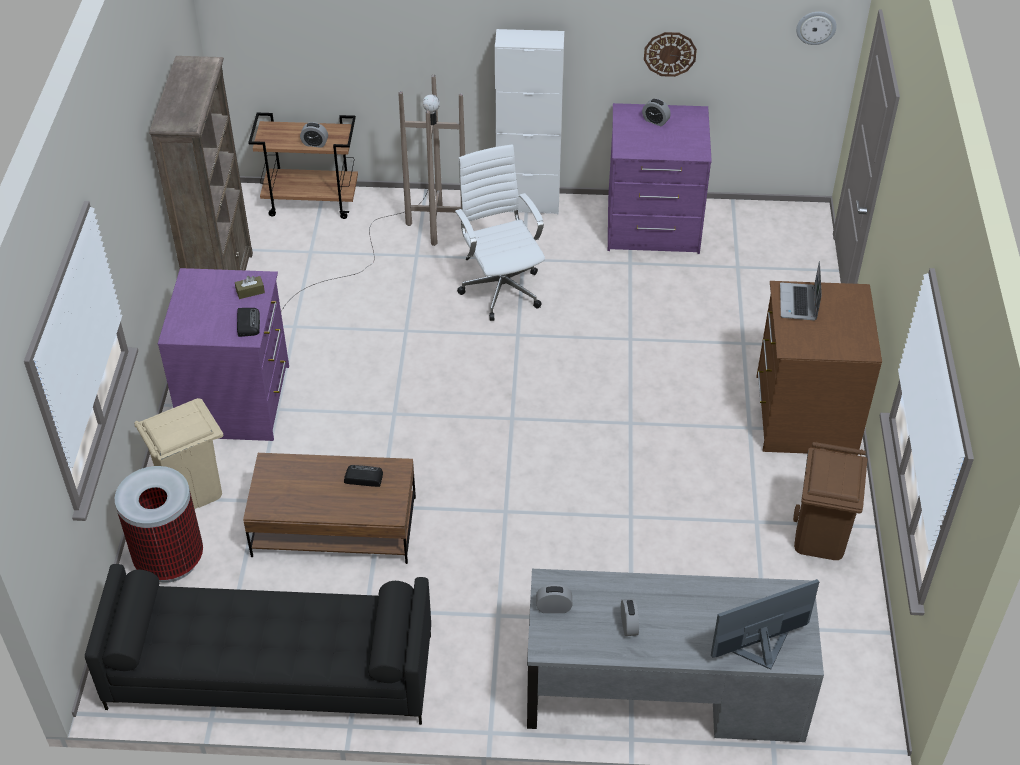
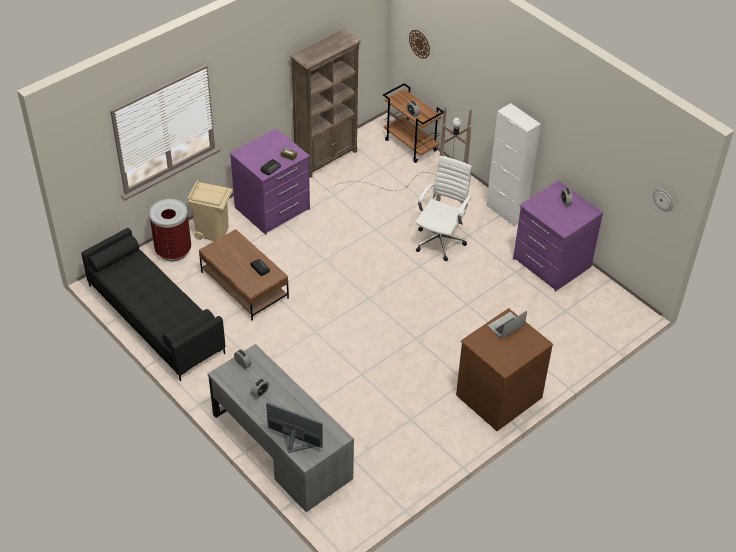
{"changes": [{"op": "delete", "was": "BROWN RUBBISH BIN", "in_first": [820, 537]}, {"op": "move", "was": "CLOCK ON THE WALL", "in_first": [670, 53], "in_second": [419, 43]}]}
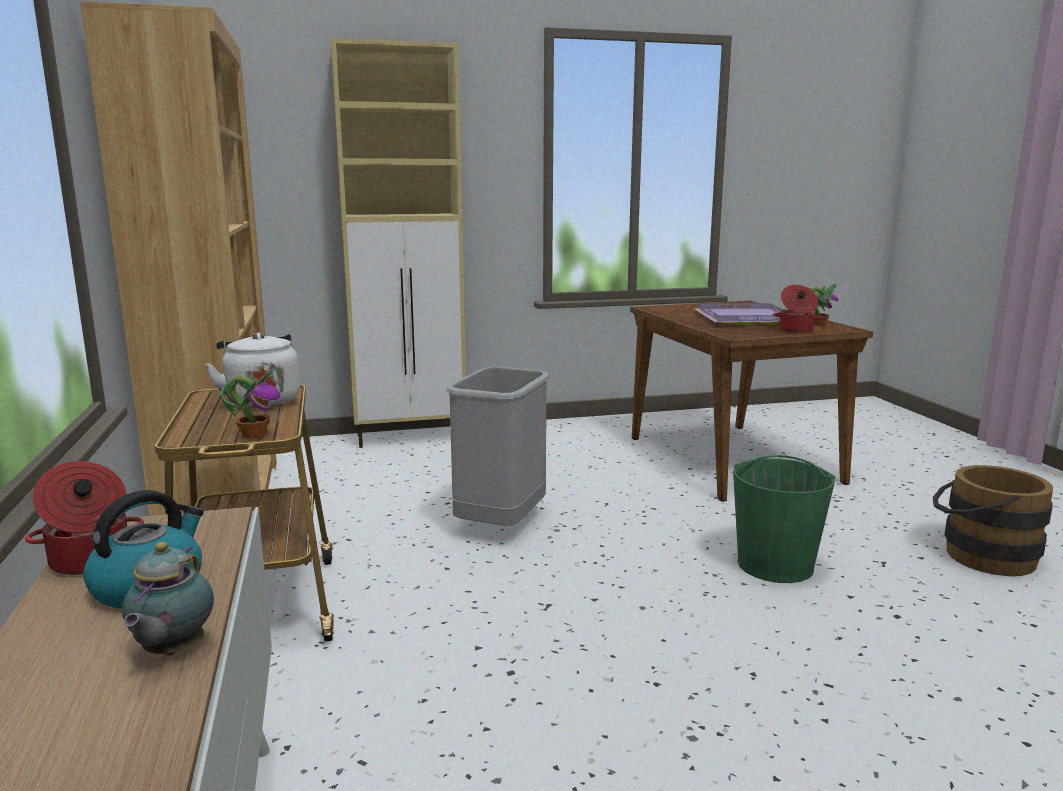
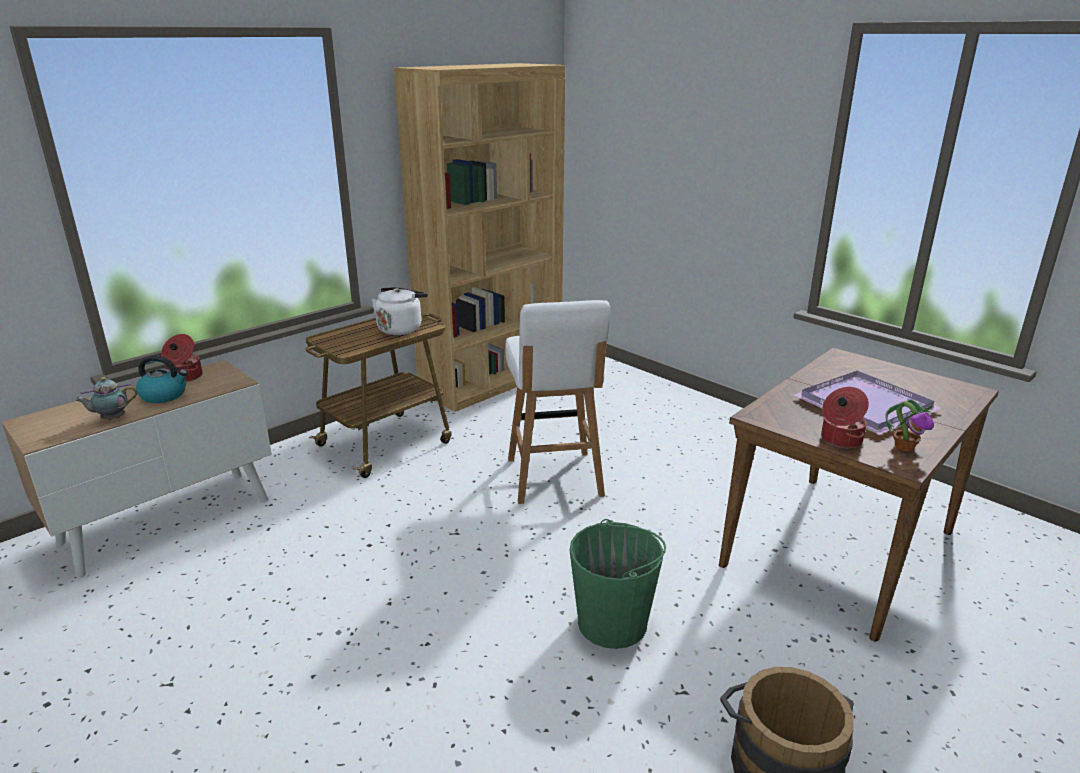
{"changes": [{"op": "delete", "was": "HOUSEPLANT", "in_first": [254, 434]}, {"op": "delete", "was": "SAND-COLOURED STORAGE CABINET", "in_first": [411, 437]}, {"op": "replace", "was": "GREYISH RUBBISH BIN", "now": "WHITE-COLOURED STOOL SEAT", "in_first": [502, 525], "in_second": [554, 478]}]}
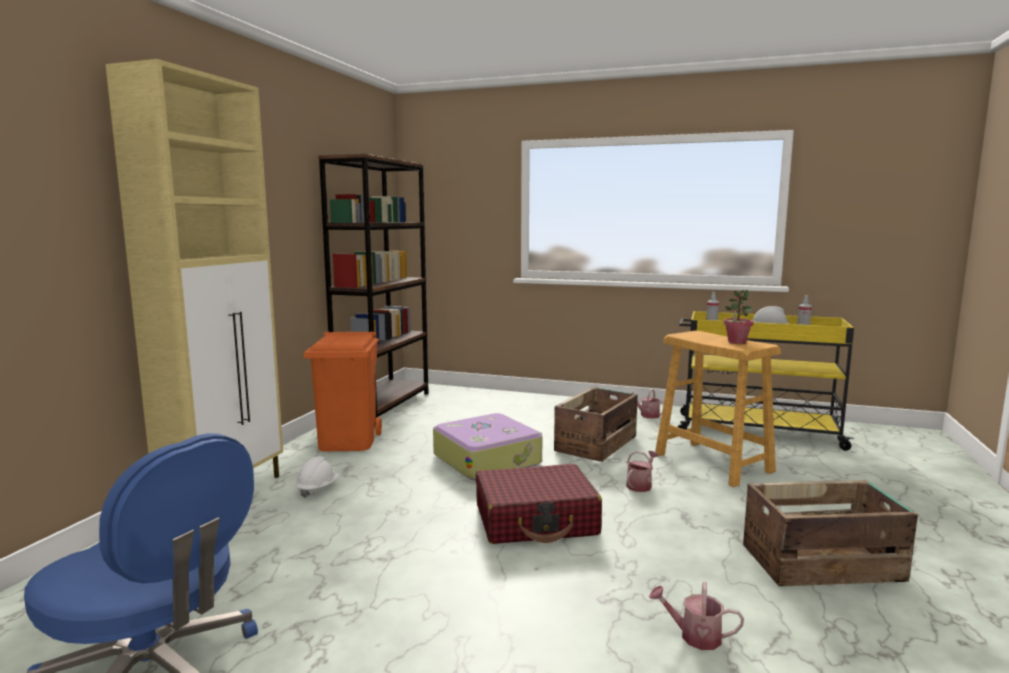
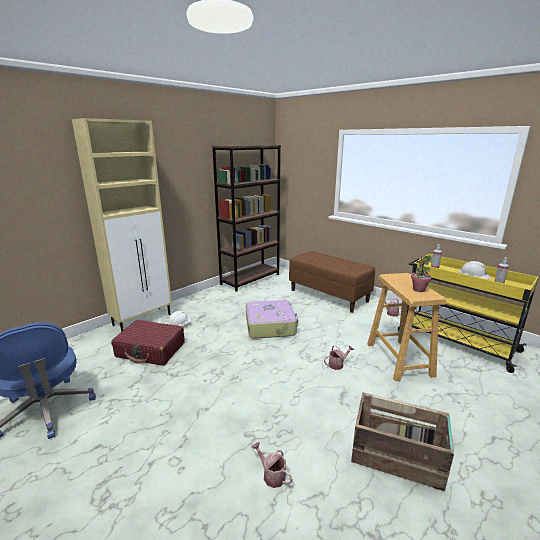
{"changes": [{"op": "delete", "was": "ORANGEY RUBBISH BIN", "in_first": [348, 441]}, {"op": "delete", "was": "PACKING CRATE", "in_first": [597, 444]}, {"op": "insert", "now": "BROWN INDOOR BENCH", "in_second": [329, 295]}, {"op": "move", "was": "RED-COLOURED TRAVEL CASE", "in_first": [536, 520], "in_second": [151, 350]}]}
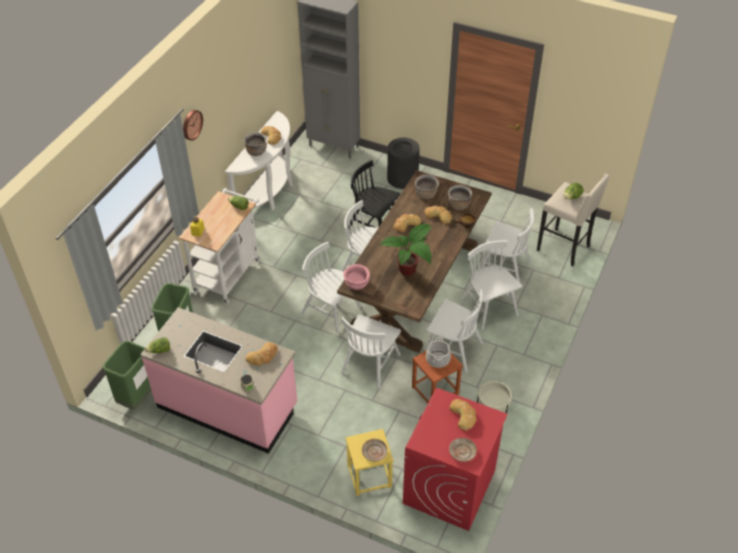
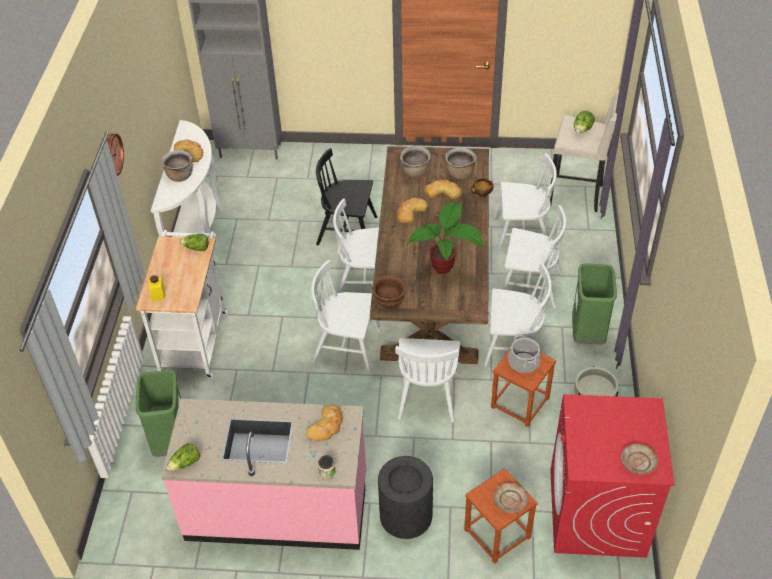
{"changes": [{"op": "delete", "was": "BAKED BREAD", "in_first": [463, 415]}, {"op": "move", "was": "GREEN RUBBISH BIN", "in_first": [137, 398], "in_second": [587, 335]}, {"op": "move", "was": "BLACK RUBBISH BIN", "in_first": [402, 178], "in_second": [406, 515]}, {"op": "recolor", "was": "PINK-COLOURED BOWL", "now": "BROWN BOWL", "in_first": [357, 283], "in_second": [389, 299]}, {"op": "recolor", "was": "YELLOW-COLOURED STOOL SEAT", "now": "BROWN STOOL SEAT", "in_first": [369, 476], "in_second": [497, 534]}, {"op": "rotate", "was": "WHITE-COLOURED CHAIR", "in_first": [488, 307], "in_second": [529, 286], "clockwise": 150}]}
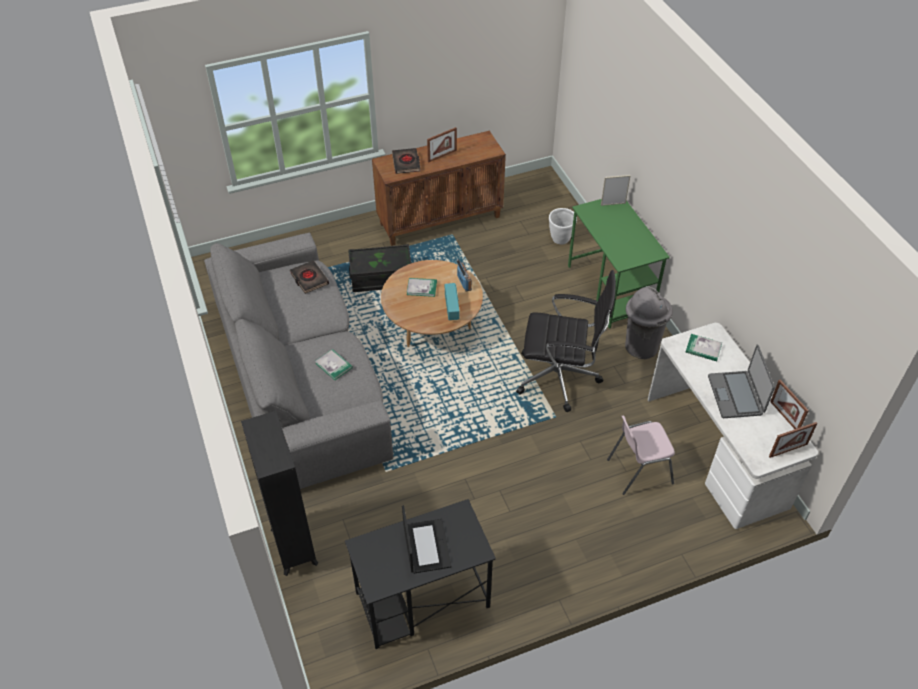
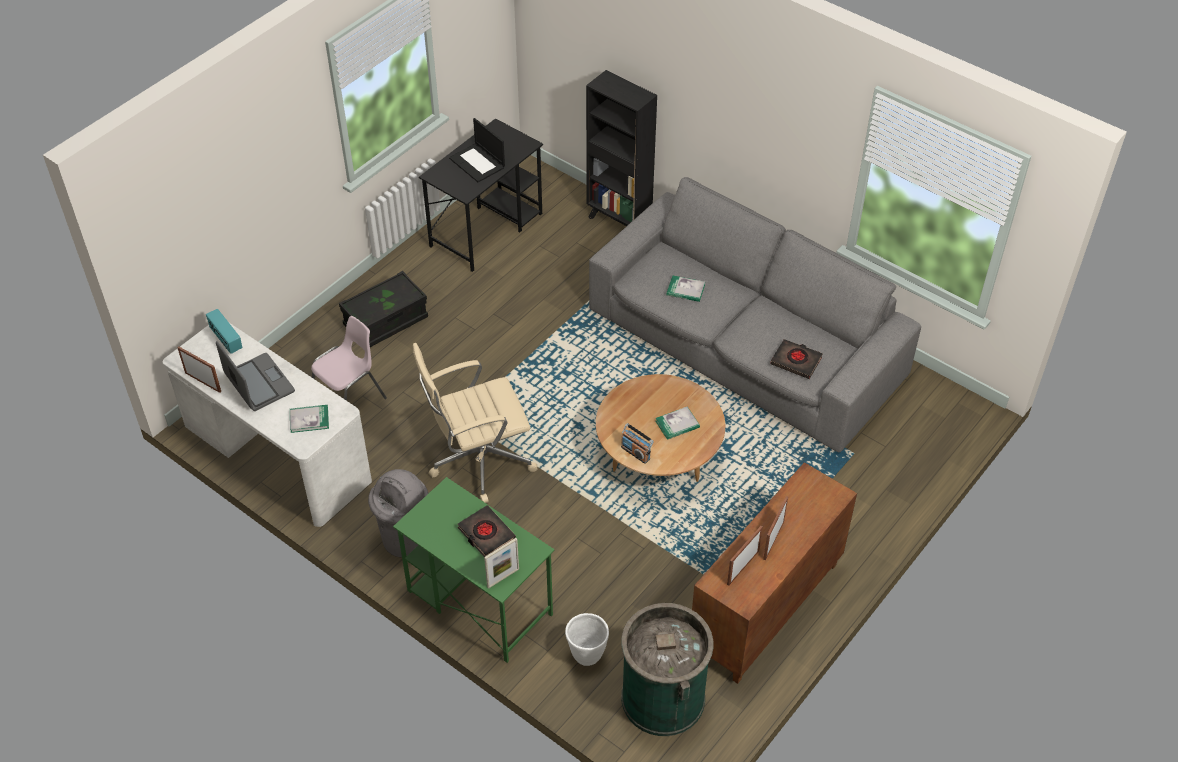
{"changes": [{"op": "insert", "now": "GREEN RUBBISH BIN", "in_second": [663, 698]}, {"op": "move", "was": "BLACK STORAGE BOX", "in_first": [381, 278], "in_second": [386, 322]}, {"op": "move", "was": "BLACK BOUND BOOK", "in_first": [406, 163], "in_second": [486, 534]}, {"op": "move", "was": "RADIO RECEIVER", "in_first": [452, 308], "in_second": [226, 340]}, {"op": "move", "was": "PICTURE FRAME", "in_first": [788, 450], "in_second": [743, 568]}, {"op": "recolor", "was": "BLACK OFFICE CHAIR", "now": "SAND-COLOURED OFFICE CHAIR", "in_first": [560, 377], "in_second": [478, 460]}]}
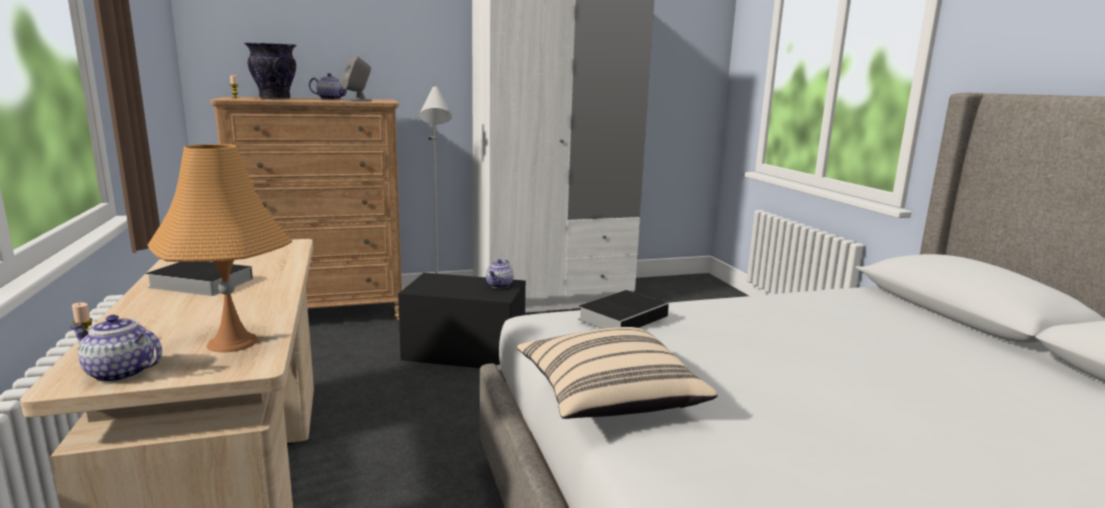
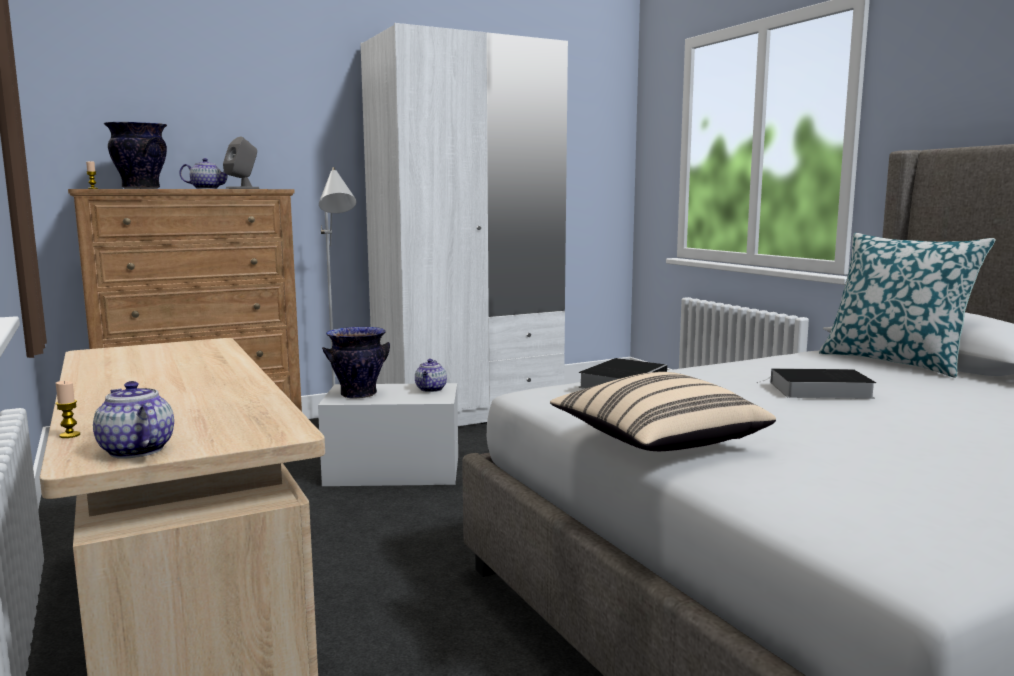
{"changes": [{"op": "delete", "was": "ORANGEY LAMP FOR A TABLE", "in_first": [232, 342]}, {"op": "insert", "now": "VASE", "in_second": [358, 394]}, {"op": "insert", "now": "PILLOW", "in_second": [895, 362]}, {"op": "move", "was": "BOUND BOOK", "in_first": [198, 283], "in_second": [817, 390]}, {"op": "recolor", "was": "BLACK STORAGE BOX", "now": "WHITE-COLOURED STORAGE BOX", "in_first": [465, 351], "in_second": [394, 470]}, {"op": "rotate", "was": "TEA POT", "in_first": [119, 373], "in_second": [135, 450], "clockwise": 45}]}
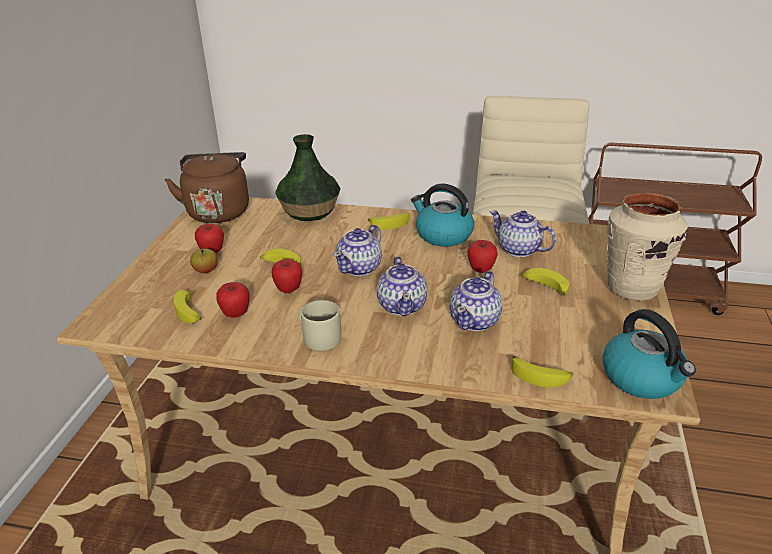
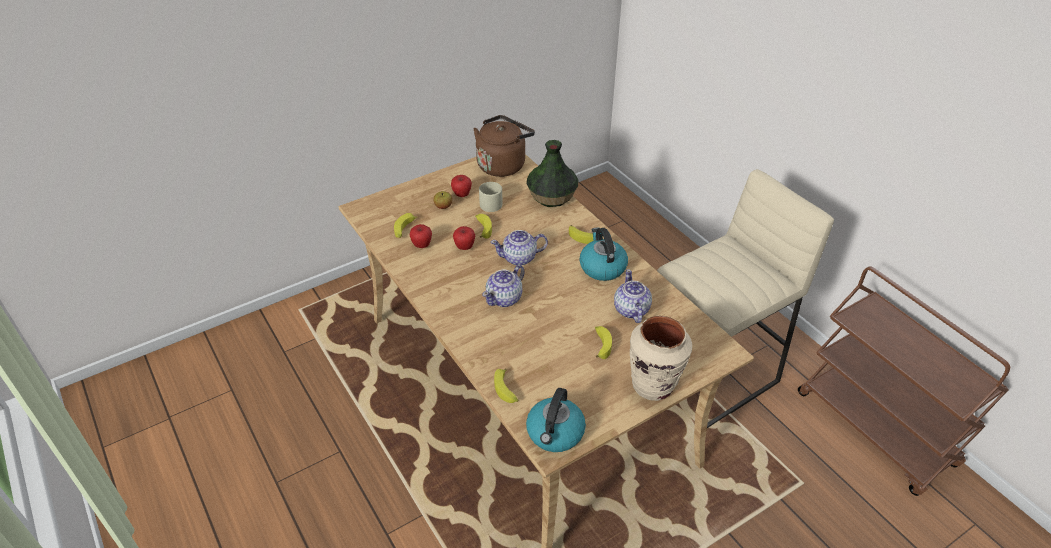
{"changes": [{"op": "delete", "was": "TEA POT", "in_first": [475, 320]}, {"op": "delete", "was": "WHOLE APPLE", "in_first": [481, 270]}, {"op": "move", "was": "SAND-COLOURED COFFEE MUG", "in_first": [318, 336], "in_second": [490, 203]}]}
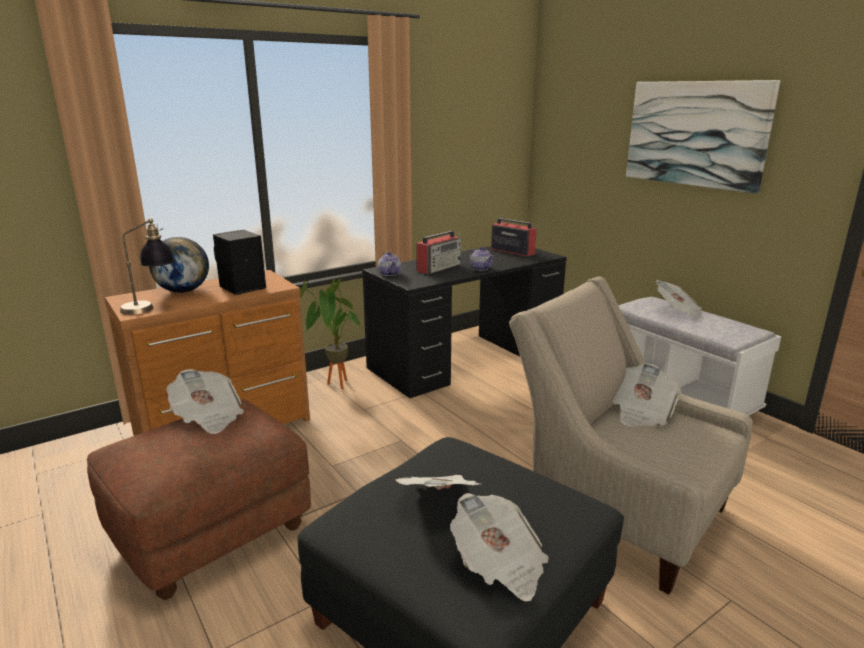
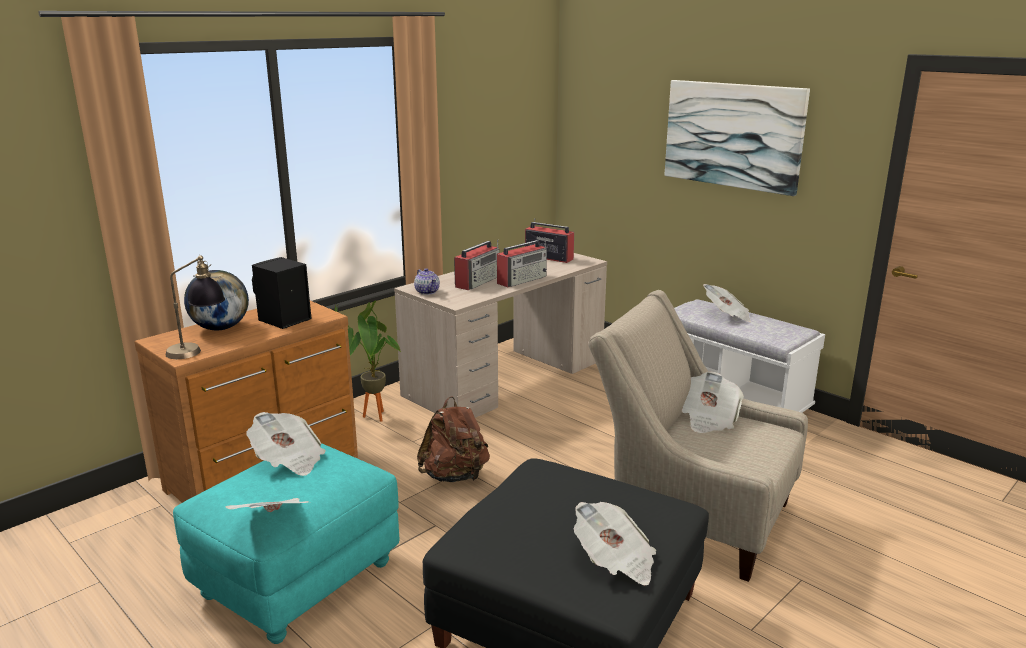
{"changes": [{"op": "insert", "now": "BROWN BACKPACK", "in_second": [455, 476]}, {"op": "move", "was": "NEWSPAPER", "in_first": [440, 500], "in_second": [274, 522]}, {"op": "replace", "was": "TEA POT", "now": "RADIO RECEIVER", "in_first": [481, 268], "in_second": [522, 280]}, {"op": "recolor", "was": "BROWN OTTOMAN", "now": "BLUE-GREEN OTTOMAN", "in_first": [211, 534], "in_second": [298, 580]}, {"op": "recolor", "was": "BLACK DESK UNIT", "now": "SAND-COLOURED DESK UNIT", "in_first": [467, 358], "in_second": [507, 377]}]}
